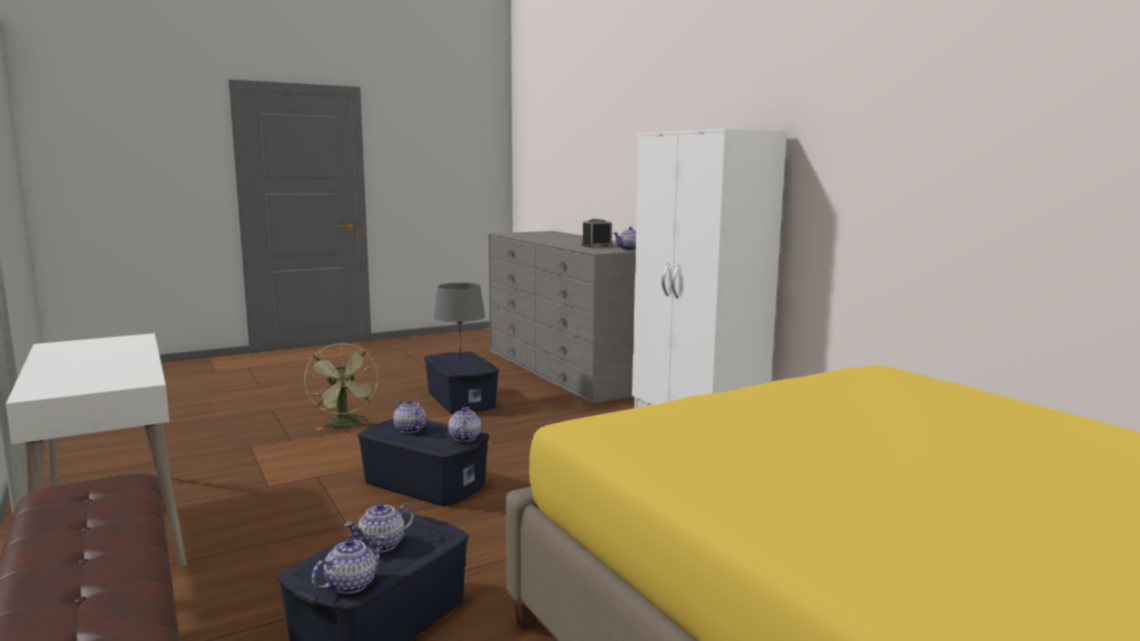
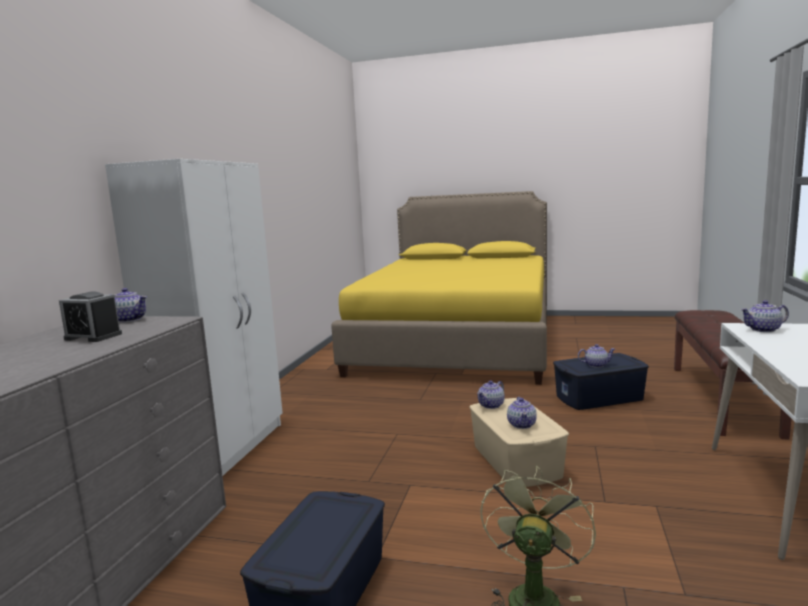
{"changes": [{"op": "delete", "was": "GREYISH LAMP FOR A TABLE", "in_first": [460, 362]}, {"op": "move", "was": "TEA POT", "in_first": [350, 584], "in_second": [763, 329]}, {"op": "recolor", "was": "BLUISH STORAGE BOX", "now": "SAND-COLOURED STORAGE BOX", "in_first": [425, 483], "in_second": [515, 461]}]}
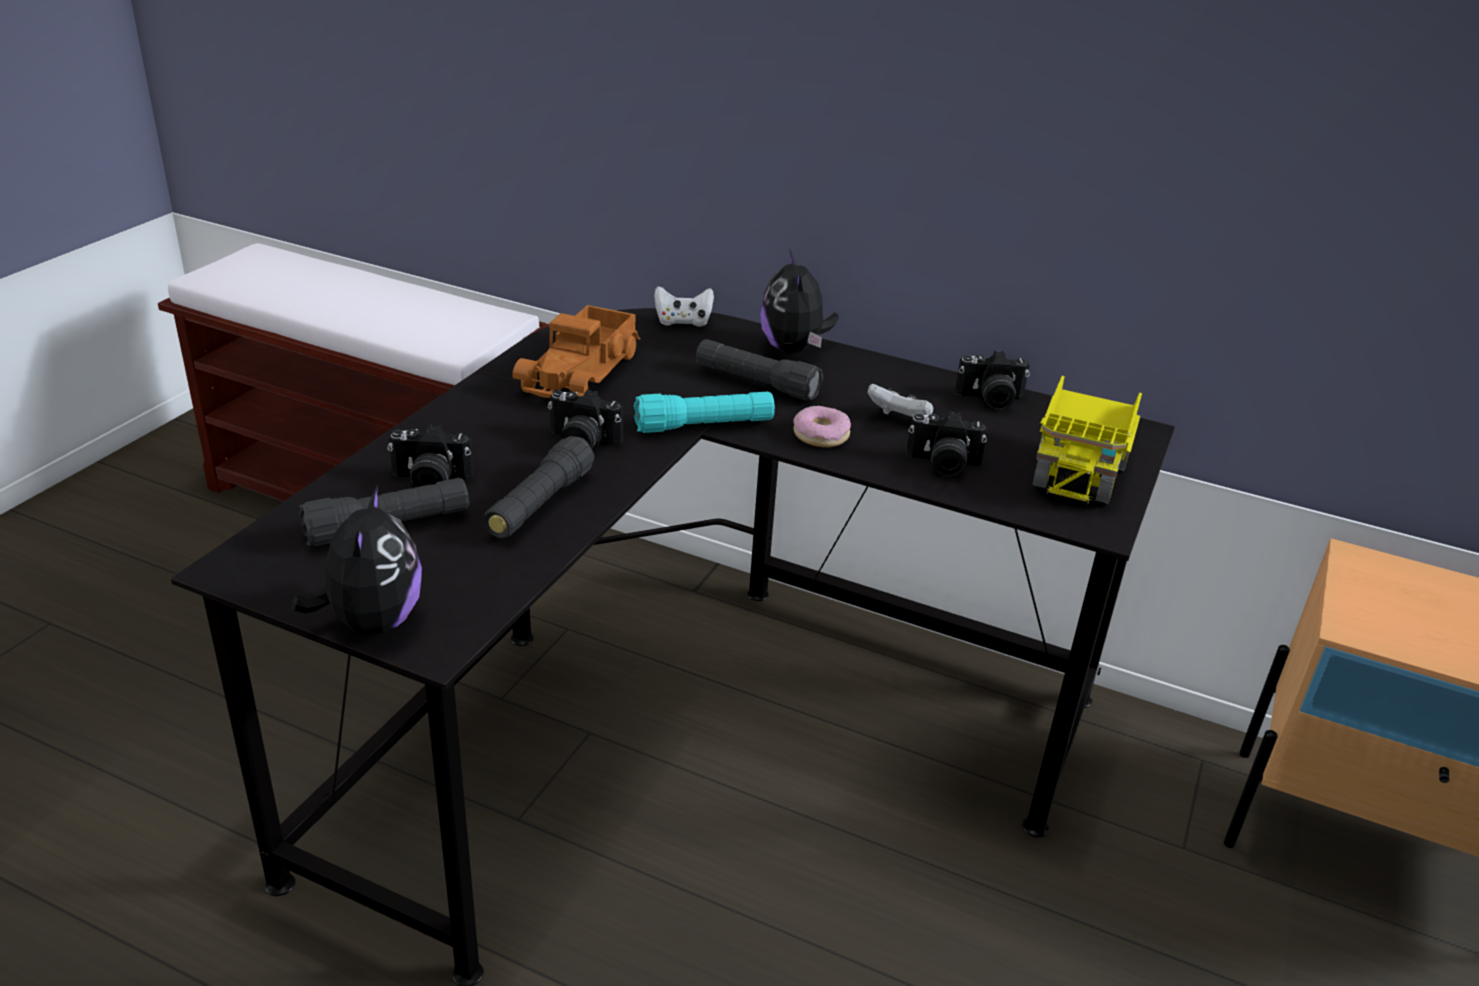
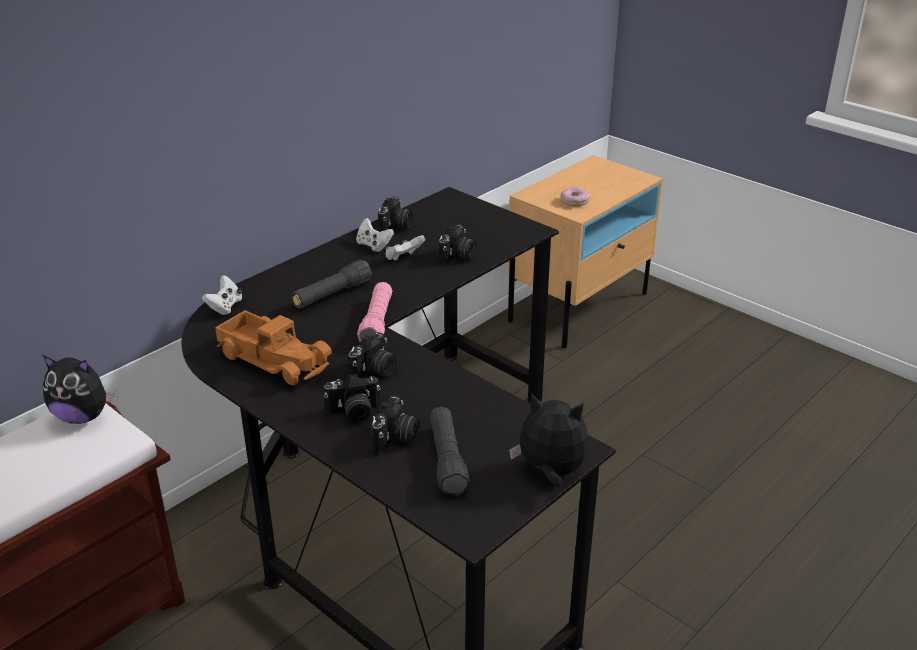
{"changes": [{"op": "delete", "was": "BLACK TORCH", "in_first": [540, 504]}, {"op": "delete", "was": "MODEL TRUCK", "in_first": [1079, 471]}, {"op": "insert", "now": "PHOTO CAMERA", "in_second": [354, 413]}, {"op": "insert", "now": "WHITE-COLOURED GAMEPAD", "in_second": [373, 246]}, {"op": "move", "was": "PLUSH TOY", "in_first": [794, 349], "in_second": [83, 416]}, {"op": "move", "was": "DONUT", "in_first": [821, 435], "in_second": [574, 201]}, {"op": "recolor", "was": "BLUE-GREEN TORCH", "now": "PINK-COLOURED TORCH", "in_first": [704, 426], "in_second": [377, 323]}]}
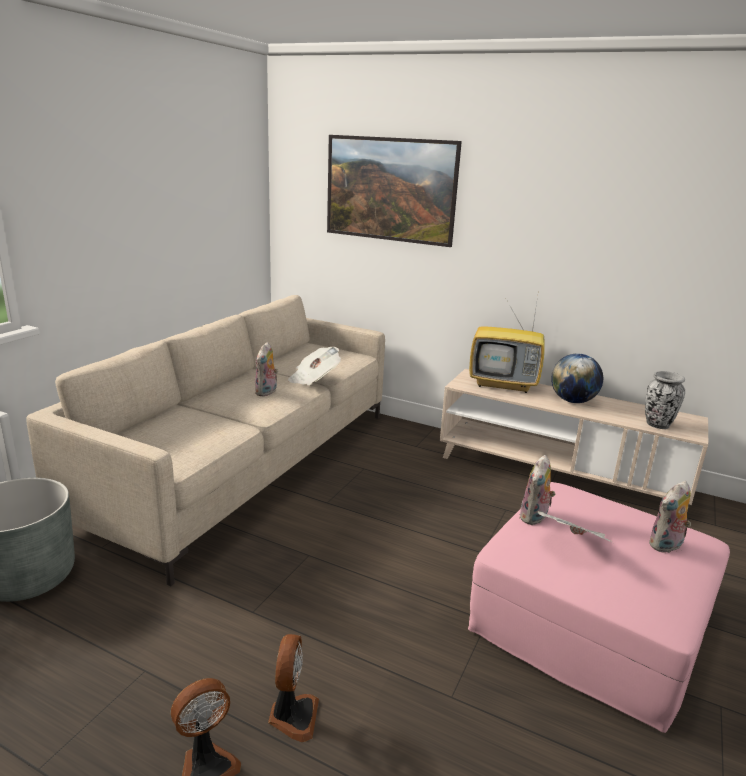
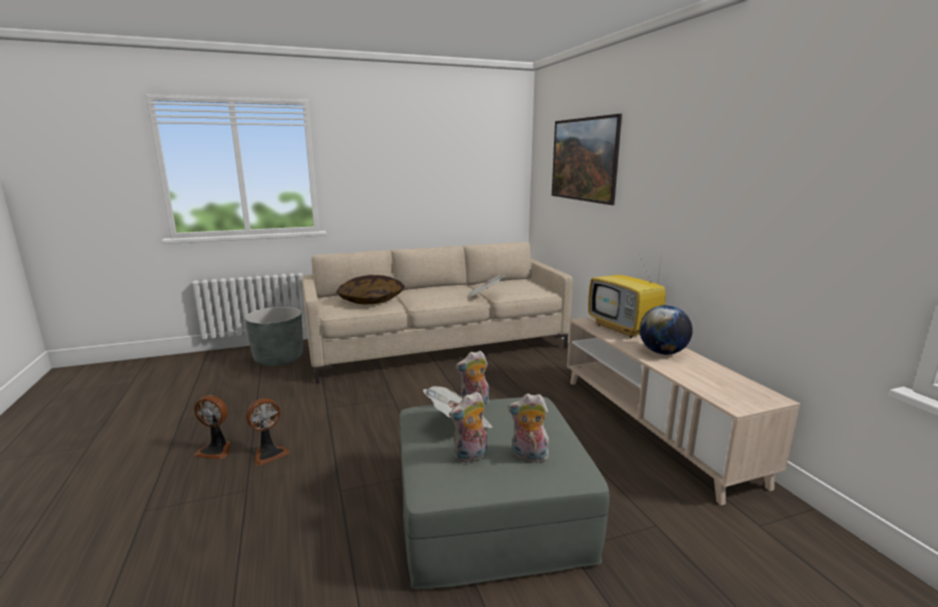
{"changes": [{"op": "delete", "was": "VASE", "in_first": [657, 425]}, {"op": "insert", "now": "PILLOW", "in_second": [371, 300]}, {"op": "move", "was": "PLUSH TOY", "in_first": [267, 392], "in_second": [470, 457]}, {"op": "recolor", "was": "PINK-COLOURED OTTOMAN", "now": "GREYISH OTTOMAN", "in_first": [589, 621], "in_second": [490, 511]}]}
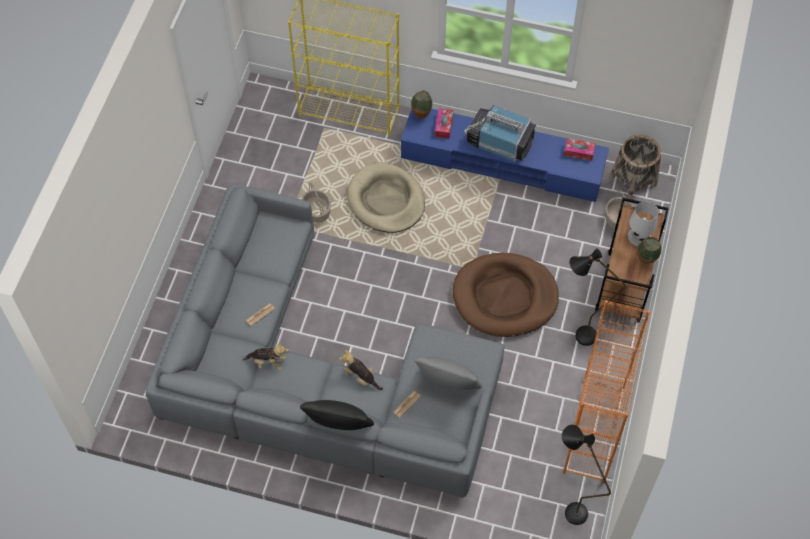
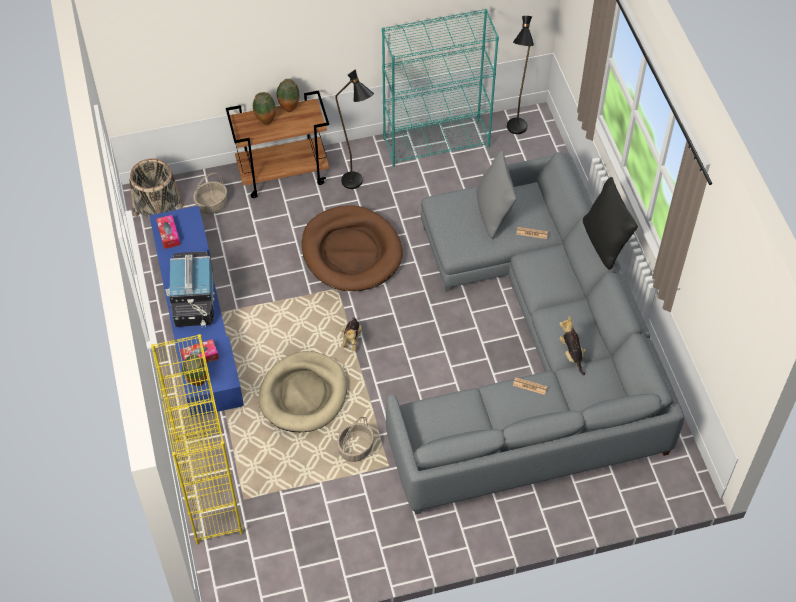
{"changes": [{"op": "move", "was": "PLUSH TOY", "in_first": [361, 377], "in_second": [351, 339]}, {"op": "replace", "was": "WHITE-COLOURED LAMP FOR A TABLE", "now": "VASE", "in_first": [639, 236], "in_second": [265, 122]}, {"op": "recolor", "was": "ORANGEY SHELVING UNIT", "now": "BLUE-GREEN SHELVING UNIT", "in_first": [594, 430], "in_second": [437, 142]}]}
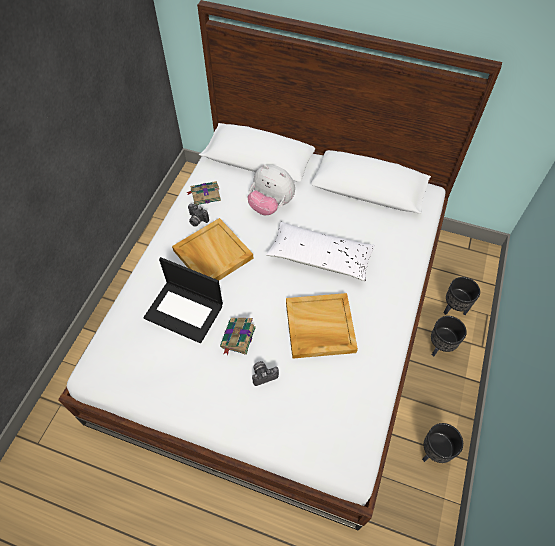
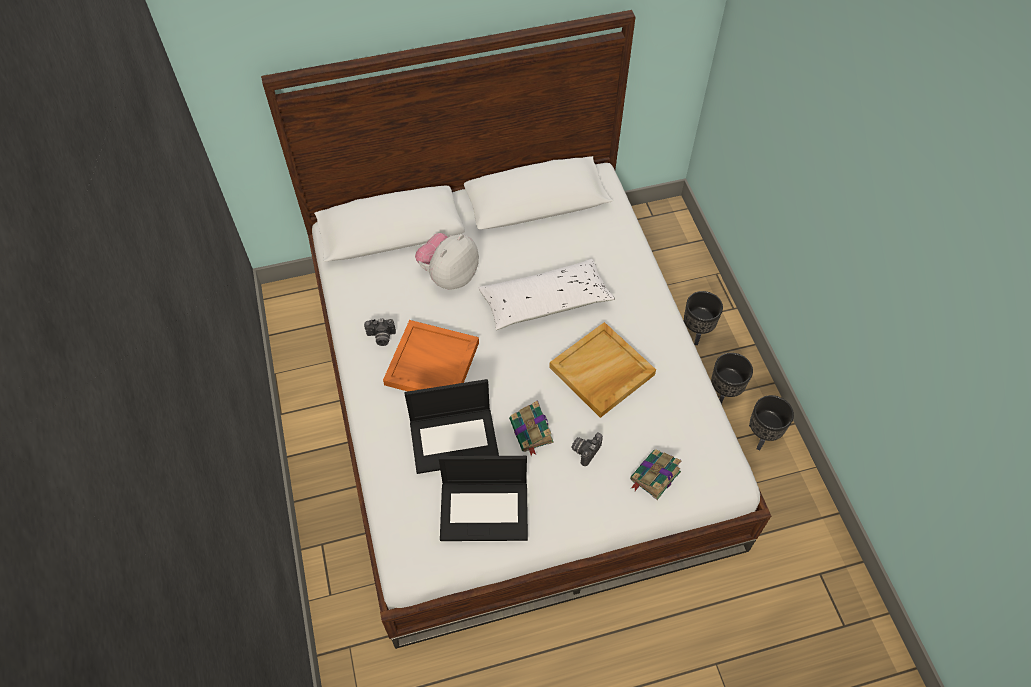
{"changes": [{"op": "insert", "now": "LAPTOP", "in_second": [485, 510]}, {"op": "move", "was": "BOUND BOOK", "in_first": [205, 195], "in_second": [654, 476]}, {"op": "move", "was": "BLACK PLANTER", "in_first": [454, 308], "in_second": [724, 393]}, {"op": "recolor", "was": "SAND-COLOURED SERVING TRAY", "now": "ORANGEY SERVING TRAY", "in_first": [212, 254], "in_second": [431, 364]}, {"op": "rotate", "was": "PLUSH TOY", "in_first": [271, 205], "in_second": [449, 276], "clockwise": 135}]}
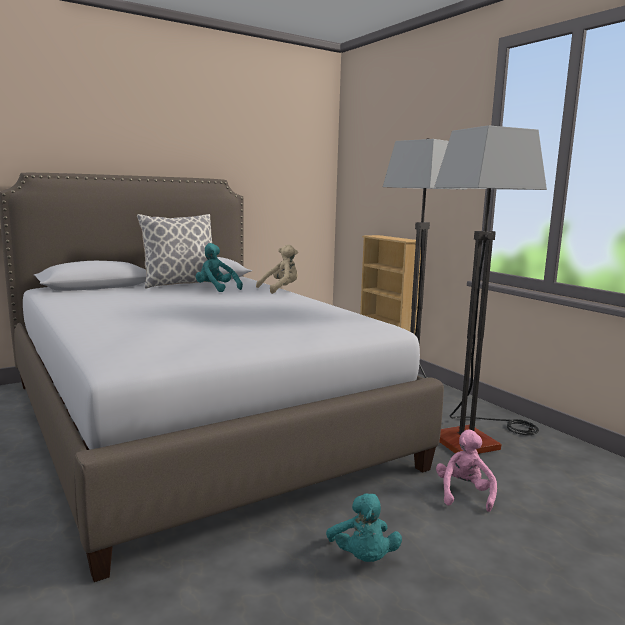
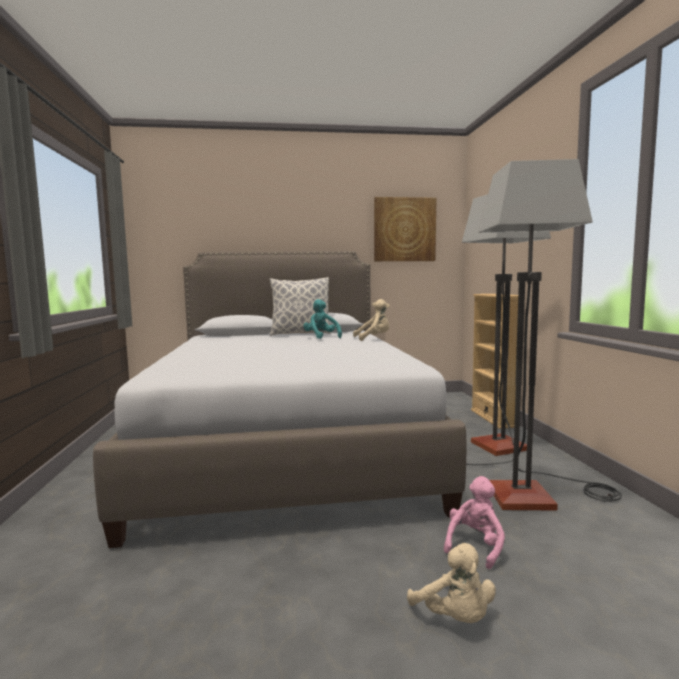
{"changes": [{"op": "delete", "was": "BLUE-GREEN PLUSH TOY", "in_first": [363, 558]}, {"op": "insert", "now": "WALL ART", "in_second": [404, 229]}, {"op": "insert", "now": "SAND-COLOURED PLUSH TOY", "in_second": [455, 617]}]}
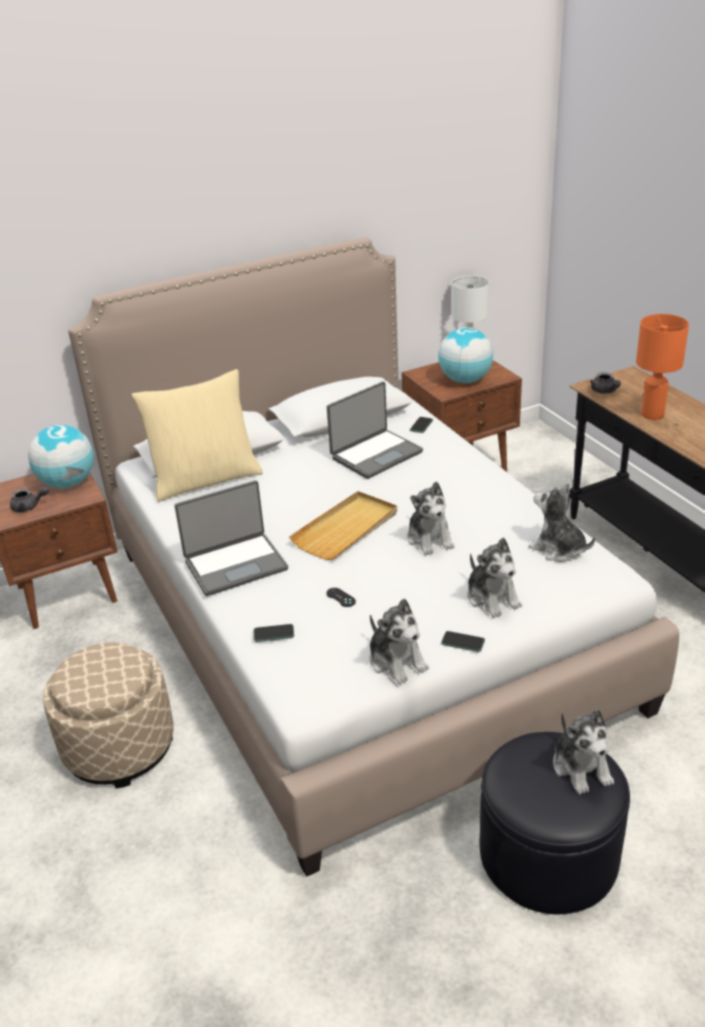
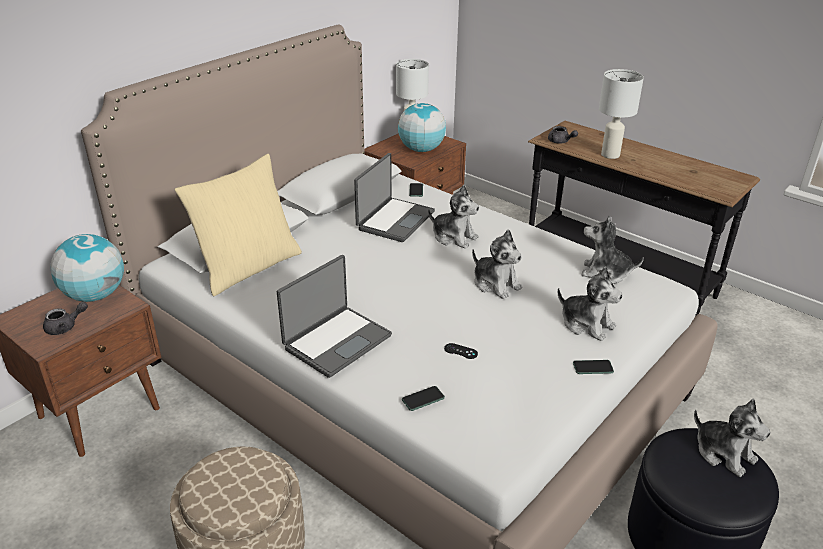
{"changes": [{"op": "delete", "was": "SAND-COLOURED SERVING TRAY", "in_first": [346, 529]}, {"op": "move", "was": "PLUSH TOY", "in_first": [397, 661], "in_second": [454, 237]}, {"op": "recolor", "was": "ORANGEY LAMP FOR A TABLE", "now": "WHITE-COLOURED LAMP FOR A TABLE", "in_first": [651, 414], "in_second": [609, 154]}]}
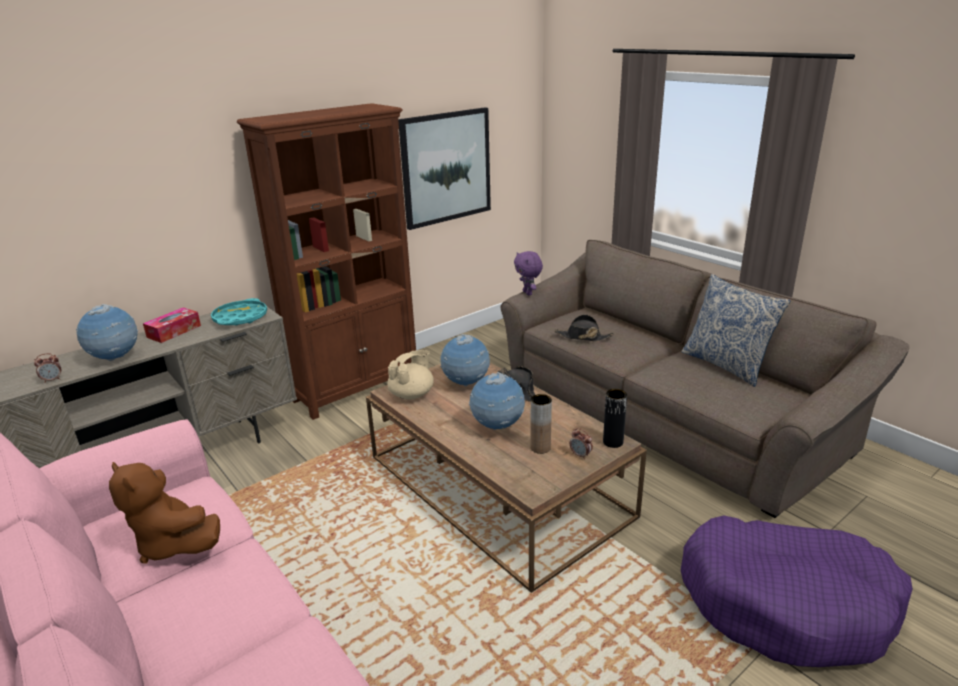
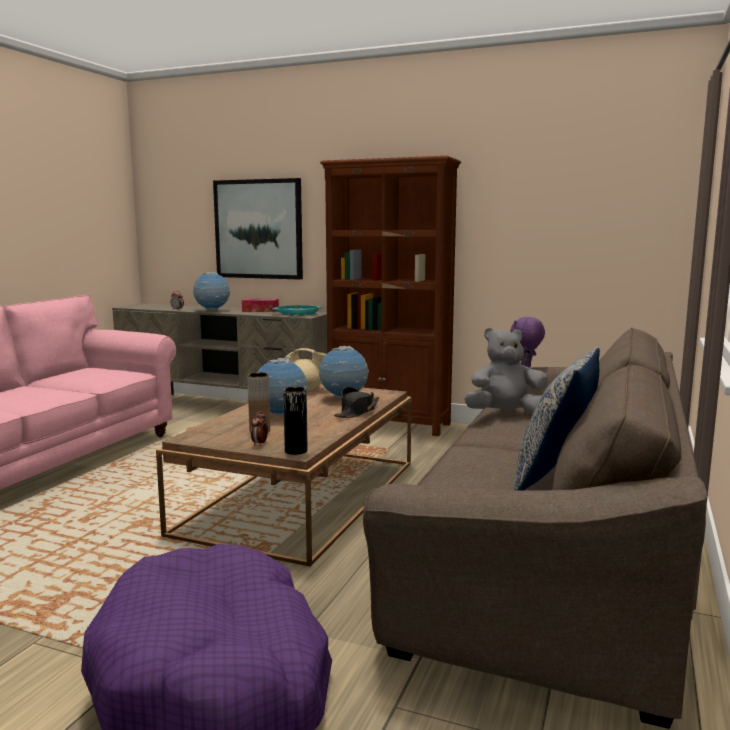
{"changes": [{"op": "delete", "was": "BROWN PLUSH TOY", "in_first": [173, 544]}, {"op": "move", "was": "WALL ART", "in_first": [446, 167], "in_second": [258, 229]}, {"op": "replace", "was": "BLACK CLOTHING HAT", "now": "GREYISH PLUSH TOY", "in_first": [583, 337], "in_second": [505, 414]}]}
